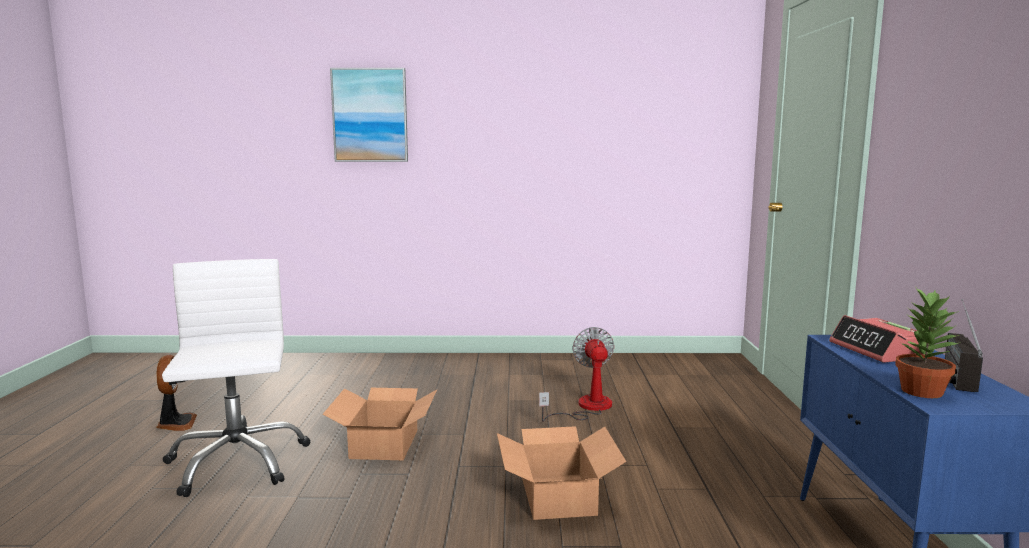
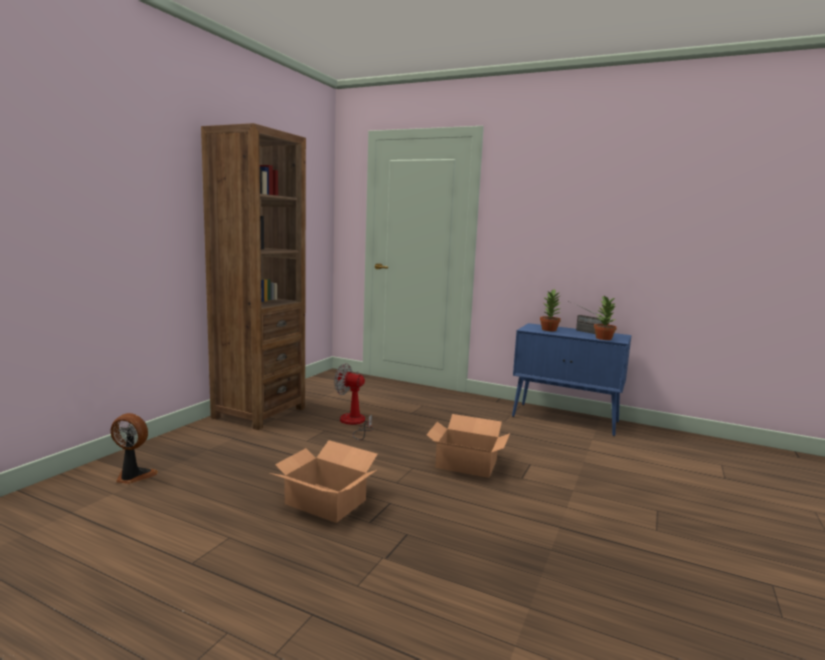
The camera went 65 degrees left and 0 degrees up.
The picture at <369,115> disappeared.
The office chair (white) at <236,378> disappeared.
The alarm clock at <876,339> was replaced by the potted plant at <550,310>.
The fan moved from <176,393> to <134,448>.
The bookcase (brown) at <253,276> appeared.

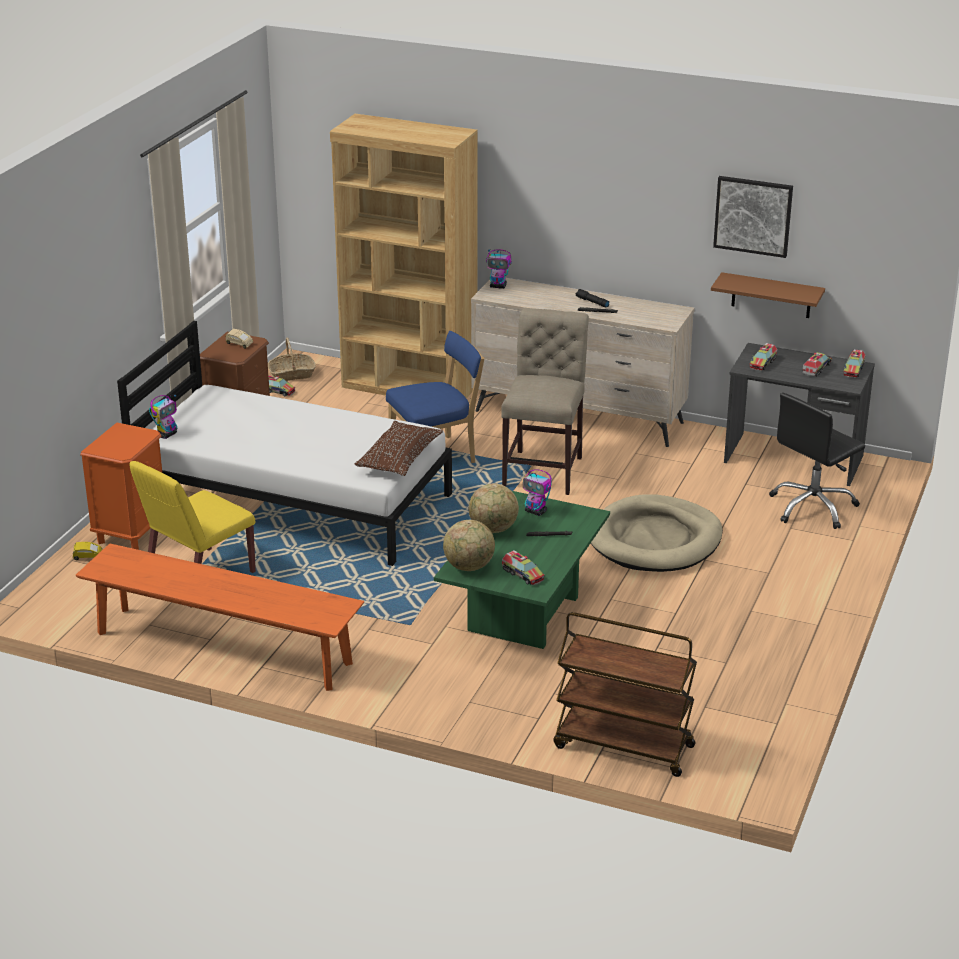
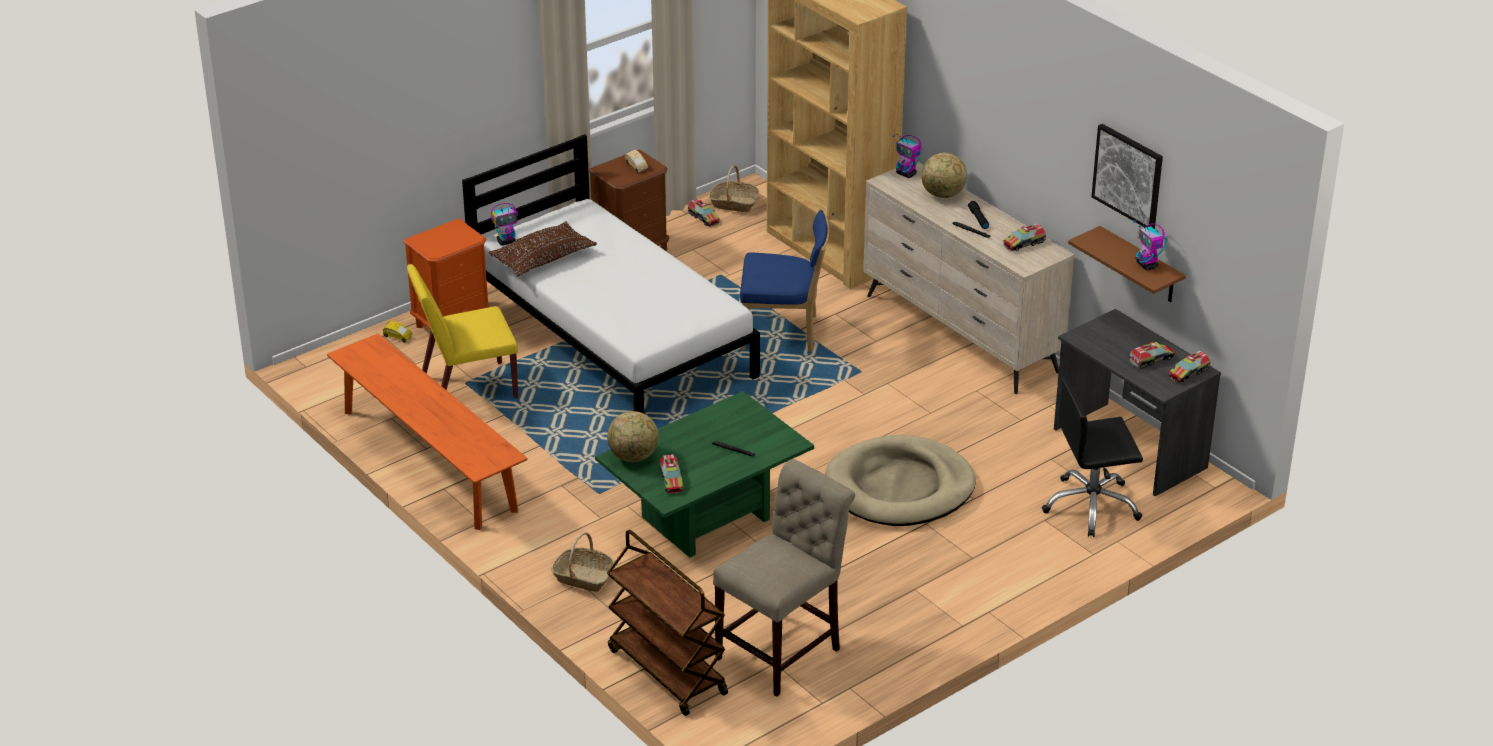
The camera went 30 degrees right and 5 degrees up.
The chair (beige) moved from <545,401> to <784,578>.
The toy truck moved from <763,357> to <1024,237>.
The pillow (brown) moved from <398,448> to <543,248>.
The toy robot moved from <536,492> to <1150,245>.
The globe moved from <494,508> to <944,175>.
The basket at <583,562> appeared.

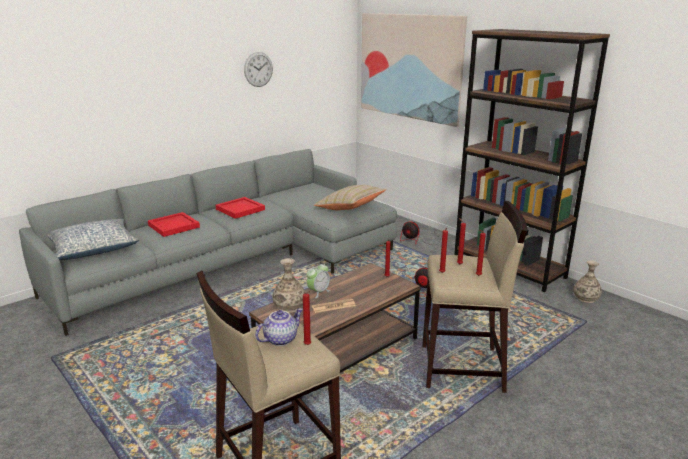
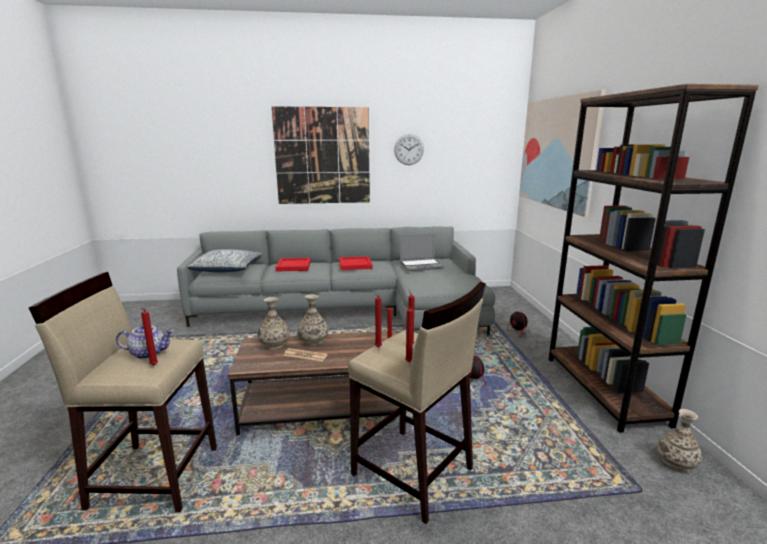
The camera went 35 degrees right and 5 degrees down.
The pillow (beige) at <349,197> disappeared.
The alarm clock at <319,280> was replaced by the vase at <313,319>.
The picture at <321,155> appeared.
The laptop at <422,252> appeared.

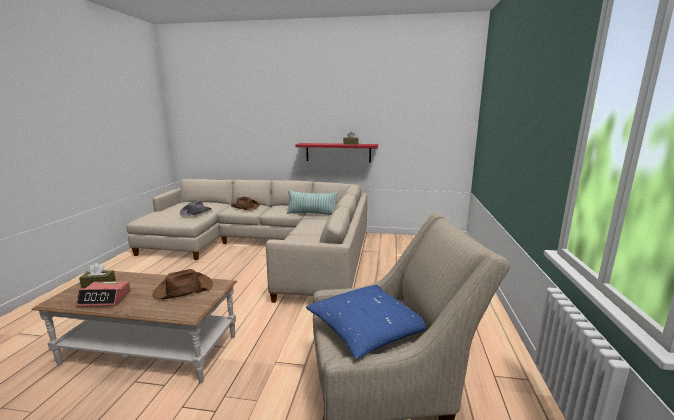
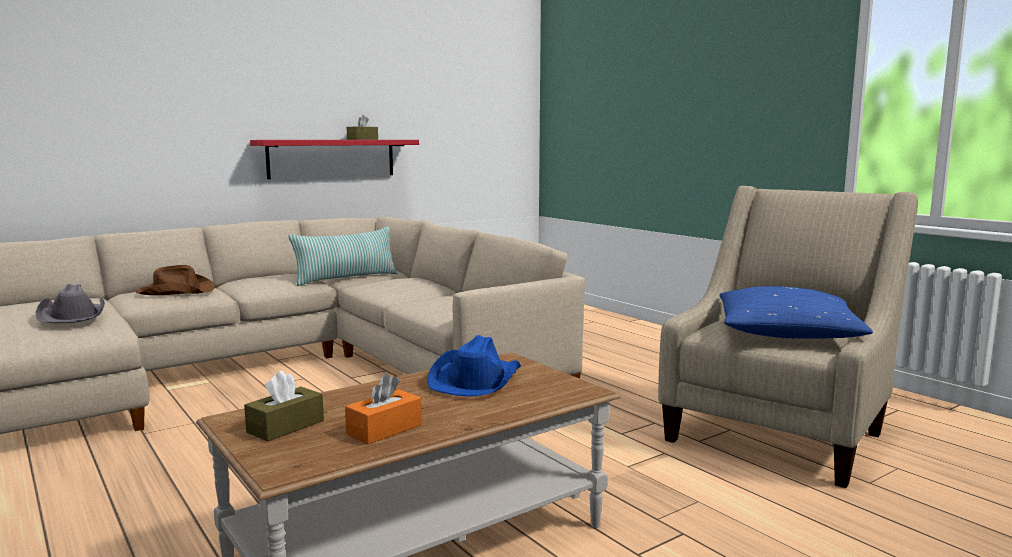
The camera went 45 degrees left and 5 degrees down.
The hat (brown) at <183,284> became the hat (blue) at <474,366>.
The alarm clock at <103,294> was replaced by the tissue box (orange) at <383,409>.

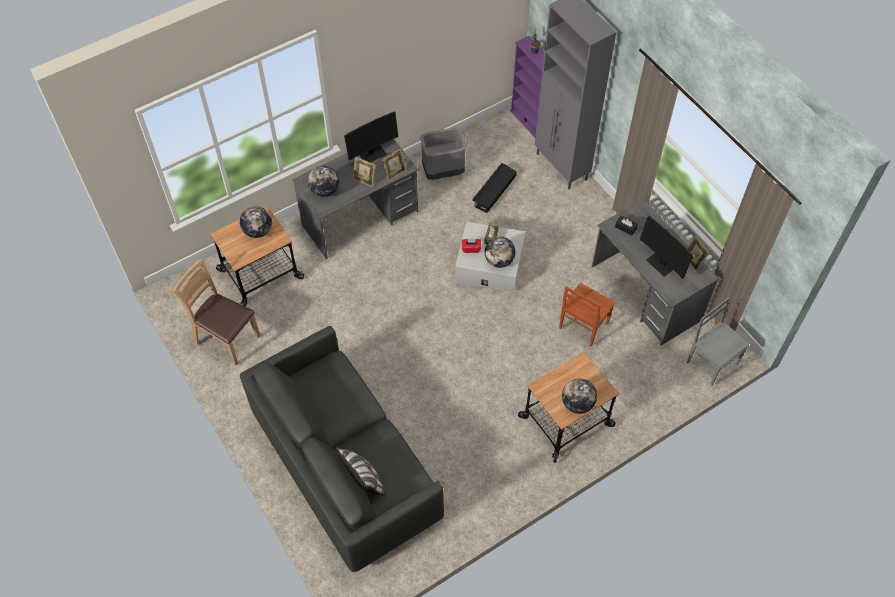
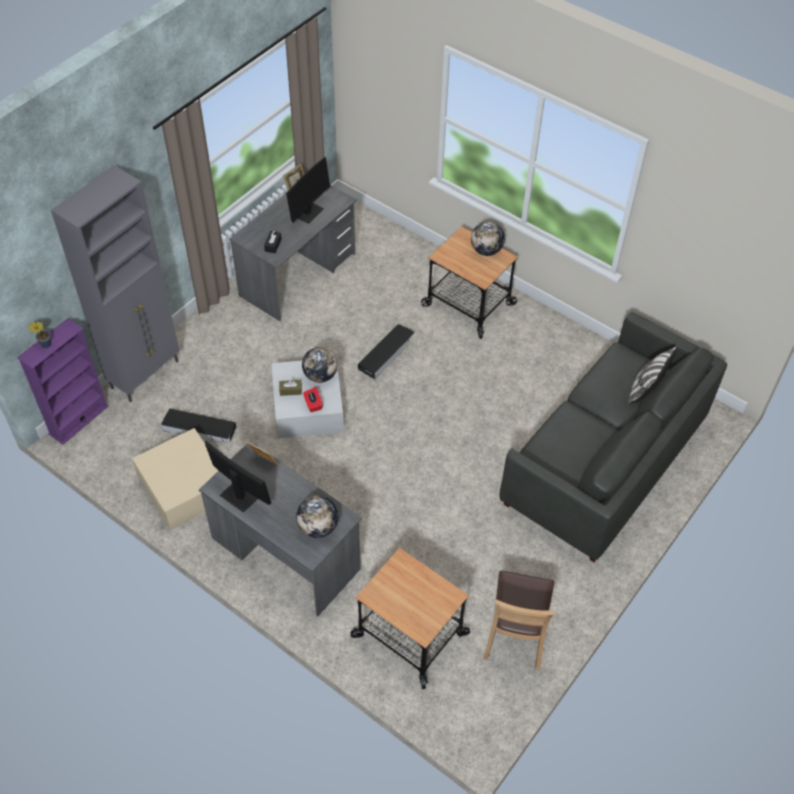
The camera went 110 degrees left and 5 degrees down.
The trash can (grey) at <443,154> was replaced by the storage box (beige) at <175,479>.
The picture frame at <364,172> disappeared.
The globe at <256,222> disappeared.
The chair (brown) at <587,315> disappeared.
The chair (grey) at <718,341> disappeared.
The storage box (black) at <386,351> appeared.

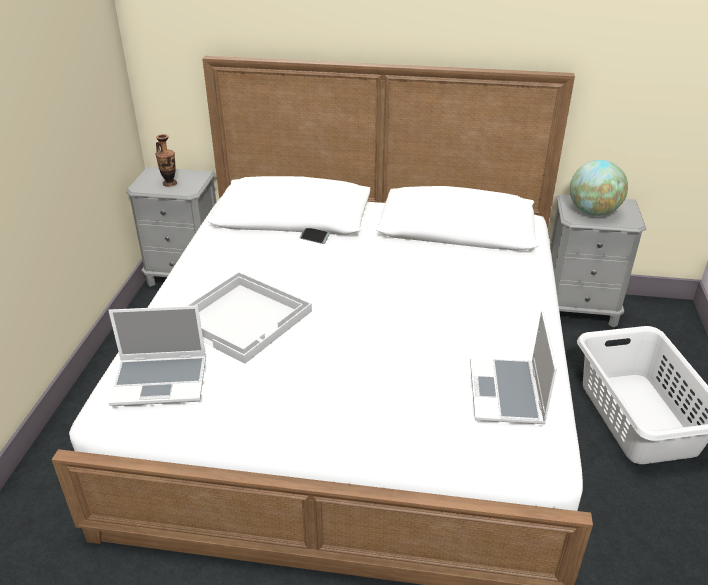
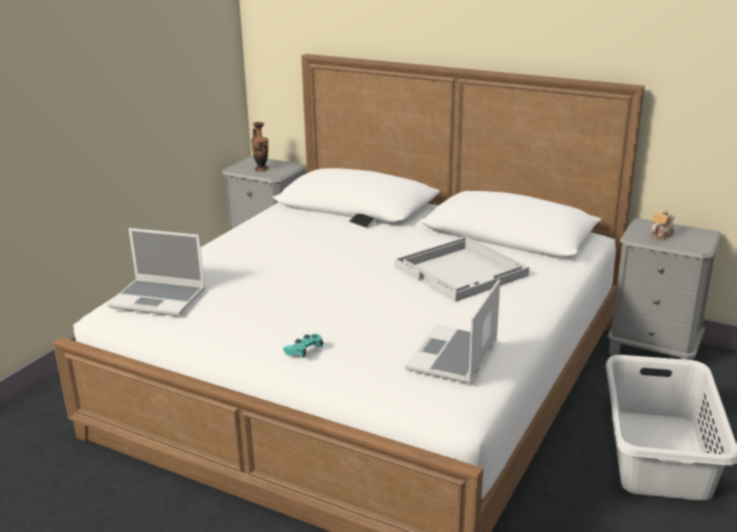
The camera went 20 degrees right and 10 degrees down.
The globe at <599,188> was replaced by the teapot at <662,225>.
The tray (white) moved from <249,318> to <462,269>.
The game controller (turquoise) at <303,346> appeared.

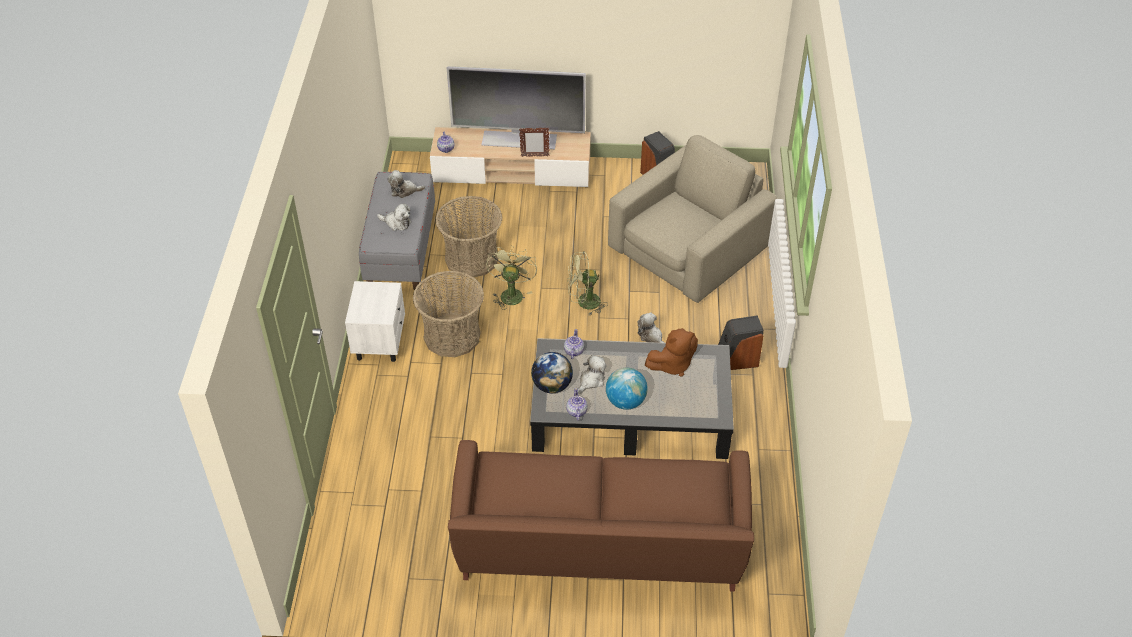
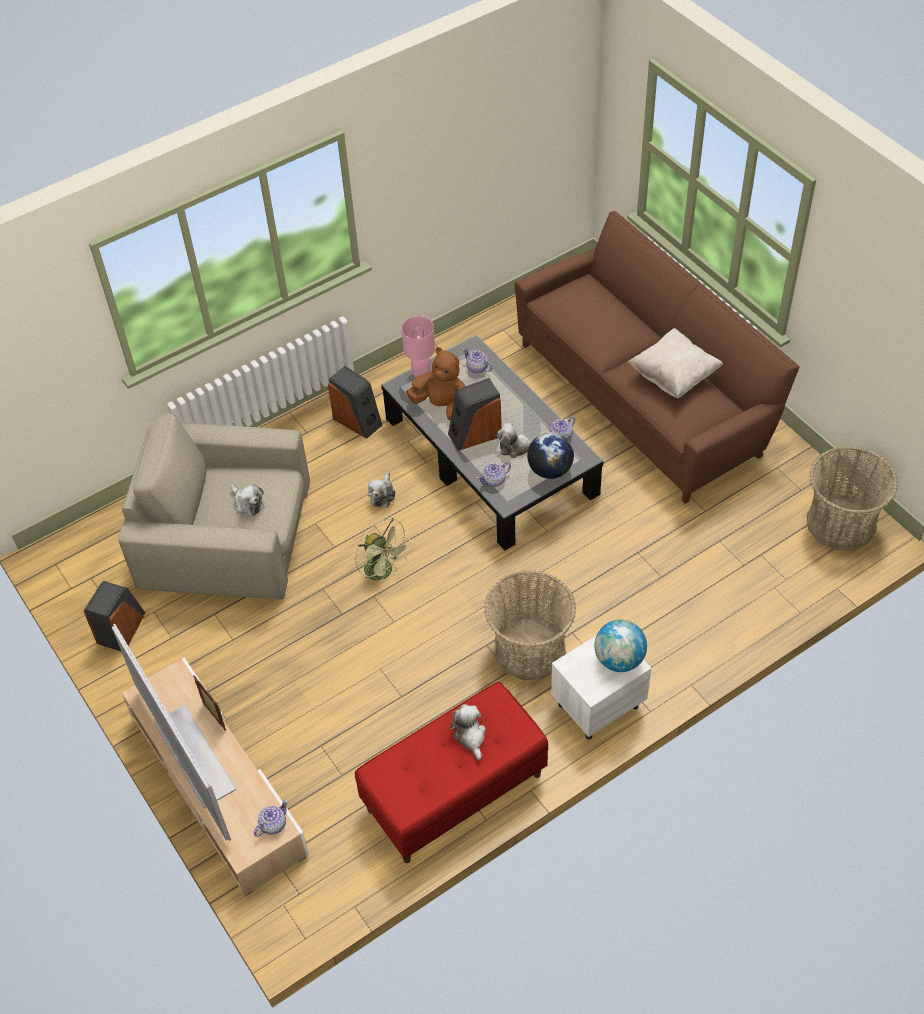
The camera went 125 degrees left and 5 degrees up.
The plush toy moved from <406,184> to <248,499>.
The bench (grey) at <397,231> became the bench (red) at <451,772>.
The basket moved from <468,236> to <852,498>.
The fan (green) at <511,278> disappeared.
The globe moved from <627,389> to <621,646>.
The table lamp (pink) at <418,347> appeared.
The pillow (beige) at <675,363> appeared.
The teapot at <477,360> appeared.
The speaker at <475,414> appeared.

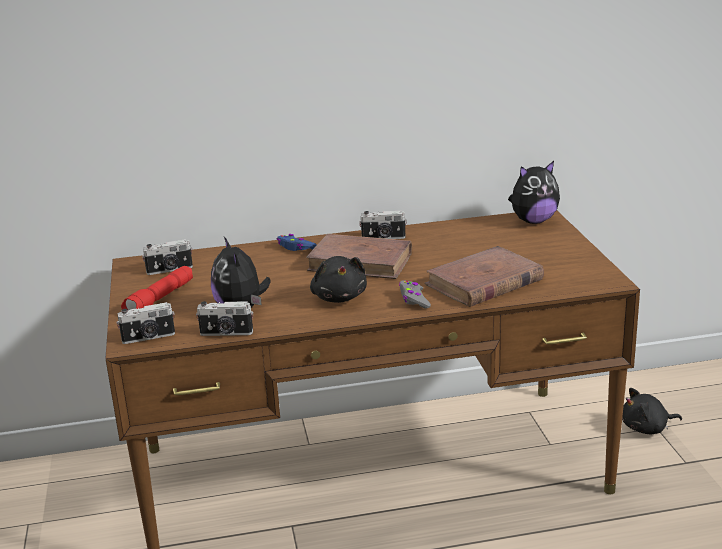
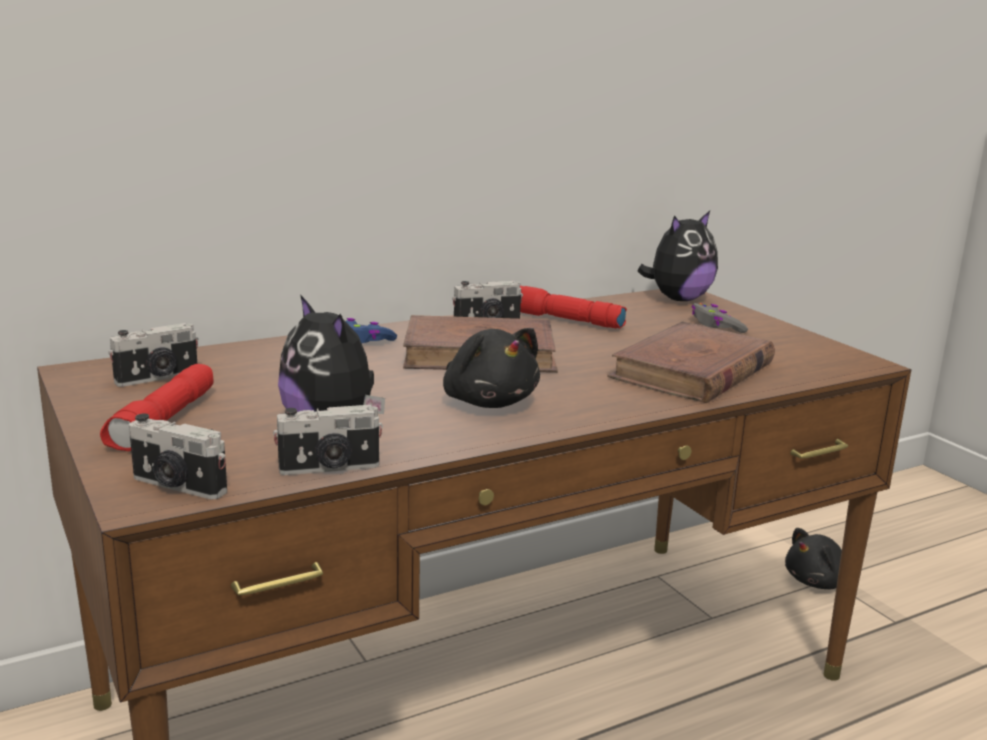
The camera went 20 degrees left and 5 degrees down.
The game controller (grey) moved from <415,294> to <720,318>.
The photo camera at <145,323> turned 60 degrees clockwise.
The flashlight (red) at <573,307> appeared.

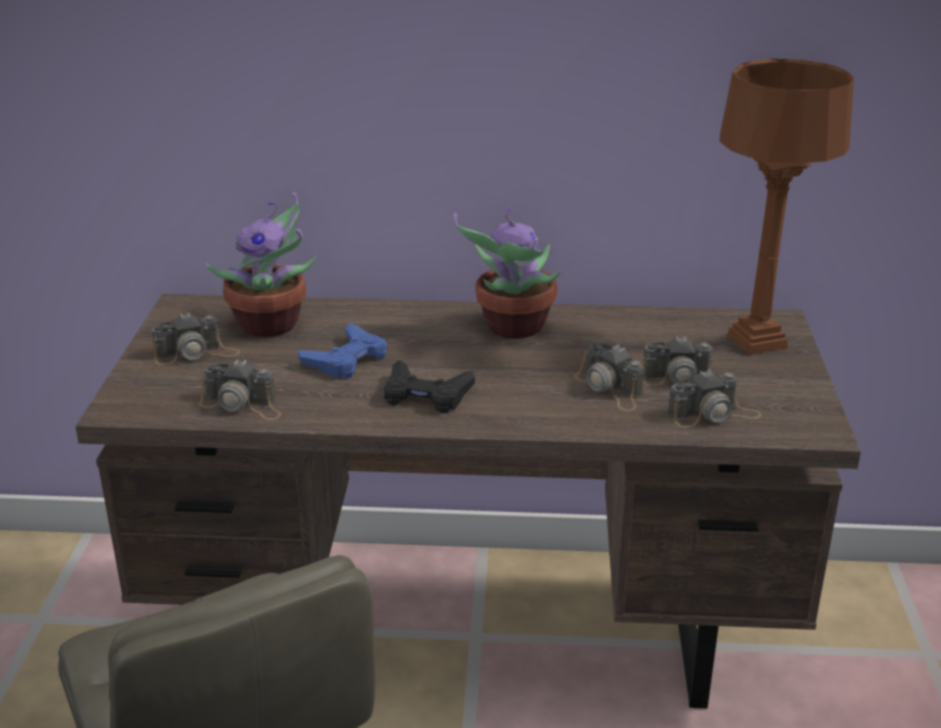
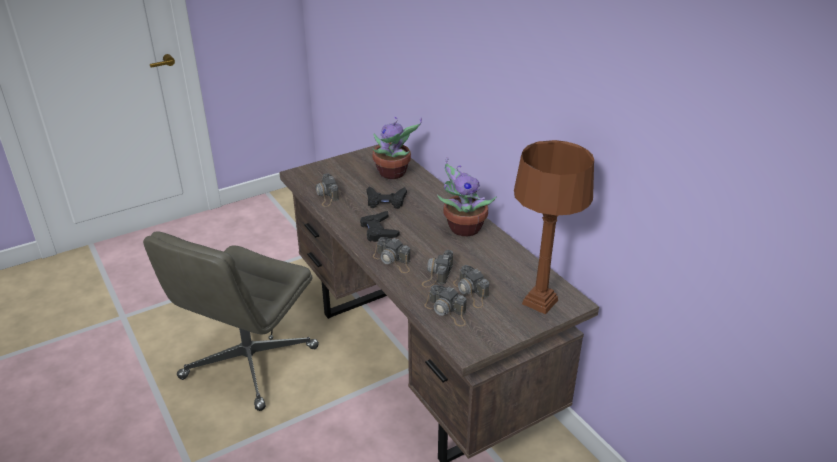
The camera went 55 degrees right and 5 degrees up.
The photo camera moved from <195,338> to <392,255>.
The game controller (blue) at <342,351> became the game controller (black) at <386,198>.

